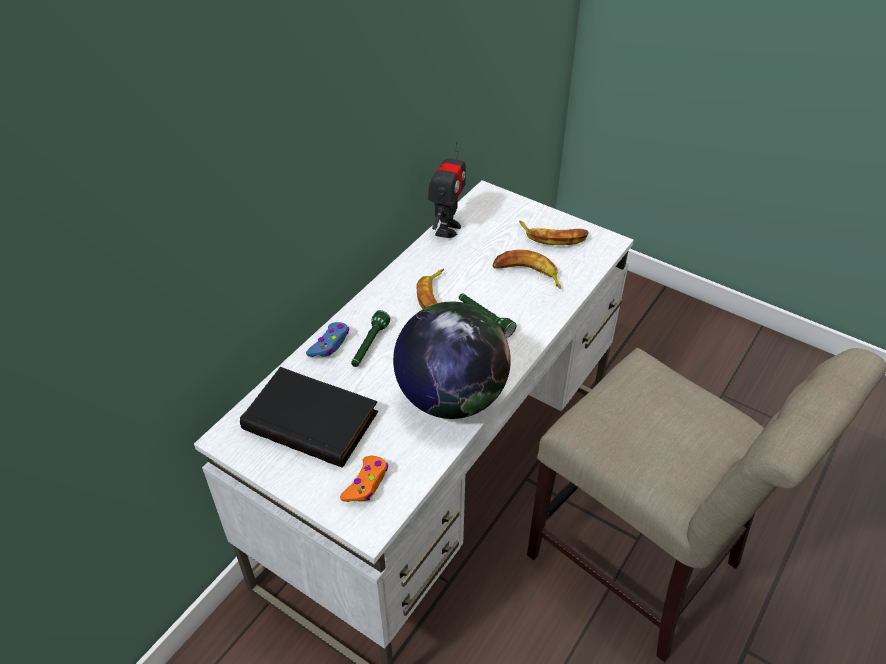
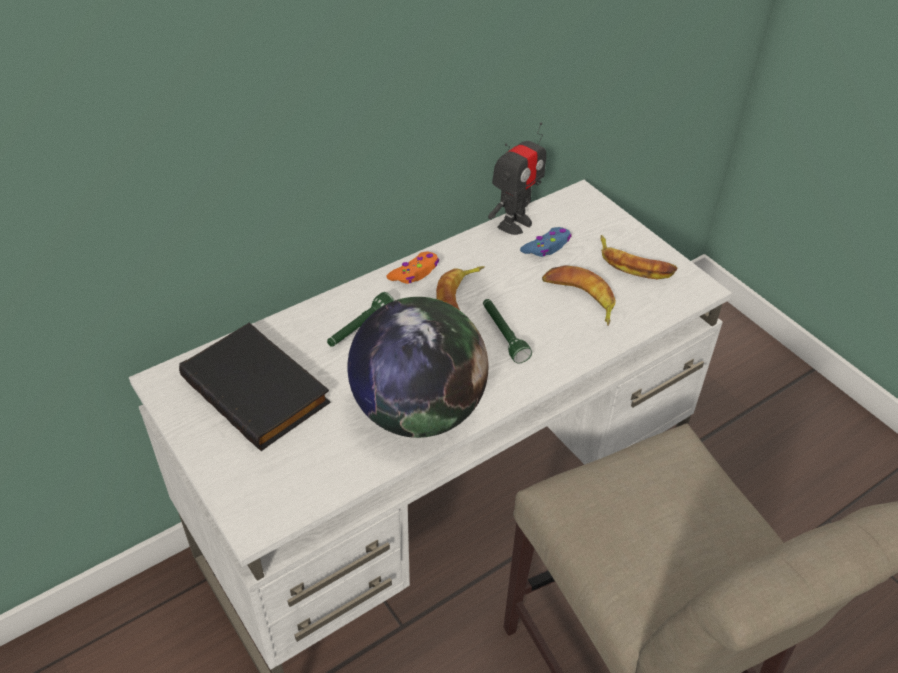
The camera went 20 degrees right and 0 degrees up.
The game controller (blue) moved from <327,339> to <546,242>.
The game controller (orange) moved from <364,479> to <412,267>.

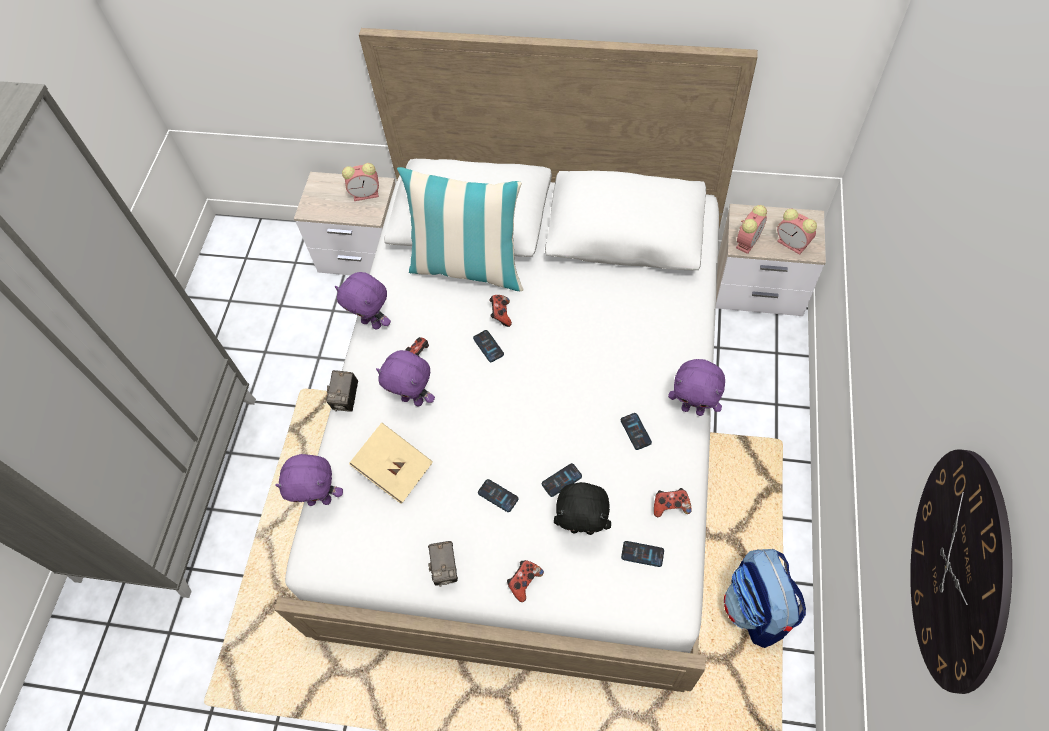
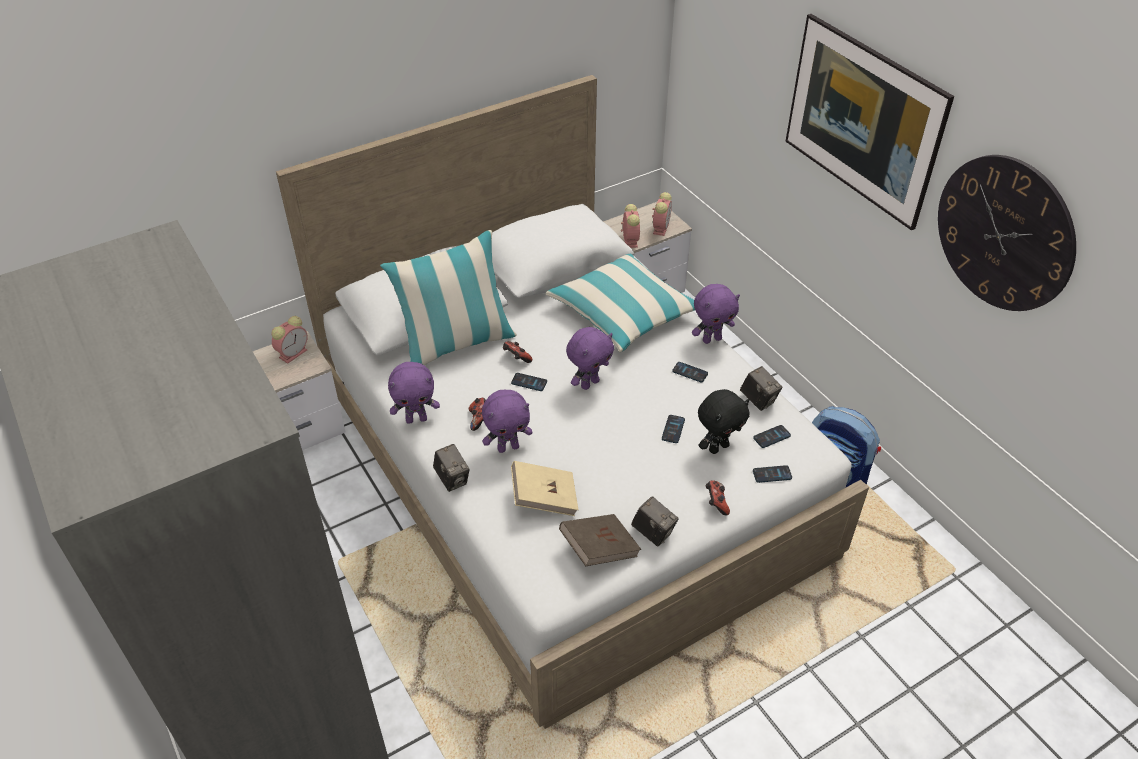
The camera went 45 degrees left and 15 degrees down.
The alarm clock at <797,232> turned 75 degrees counterclockwise.
The plush toy (purple) moved from <309,480> to <590,358>.
The phone moved from <498,495> to <772,474>.
The game controller at <673,502> was replaced by the photo camera at <761,388>.
The picture at <869,122> appeared.
The pillow at <620,303> appeared.
The book (brown) at <600,540> appeared.

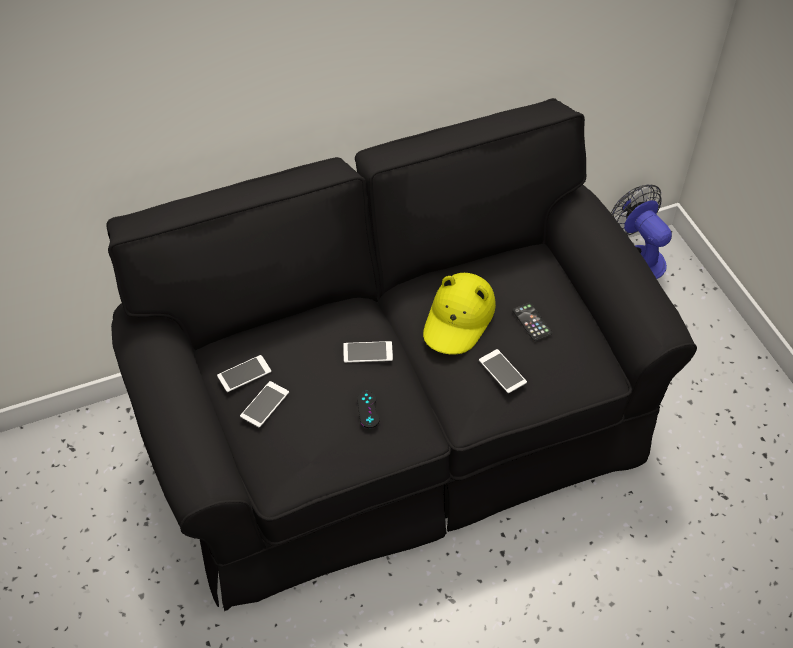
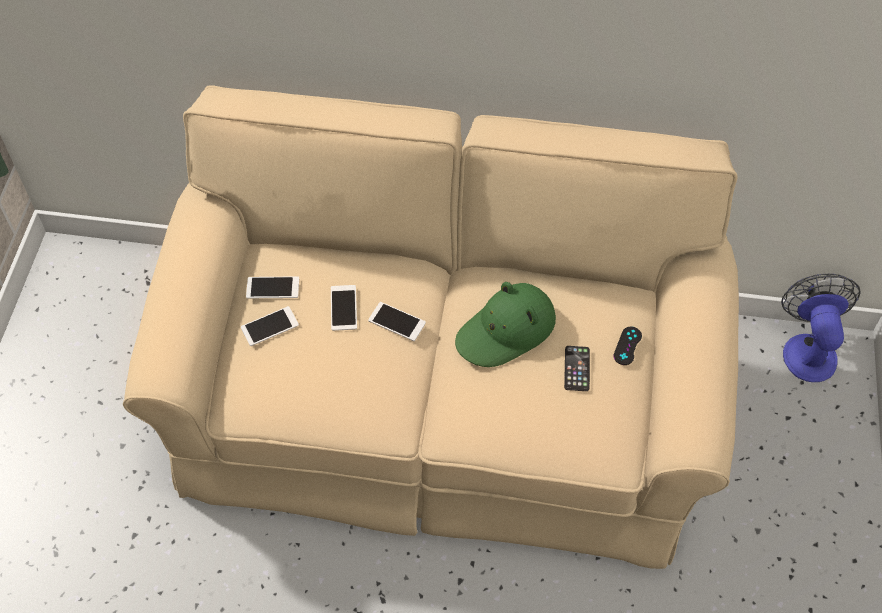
The camera went 30 degrees right and 5 degrees up.
The sofa (black) at <401,354> became the sofa (beige) at <431,327>.
The hat (yellow) at <459,314> became the hat (green) at <505,324>.
The phone moved from <503,371> to <344,308>.
The game controller (black) moved from <368,409> to <627,346>.

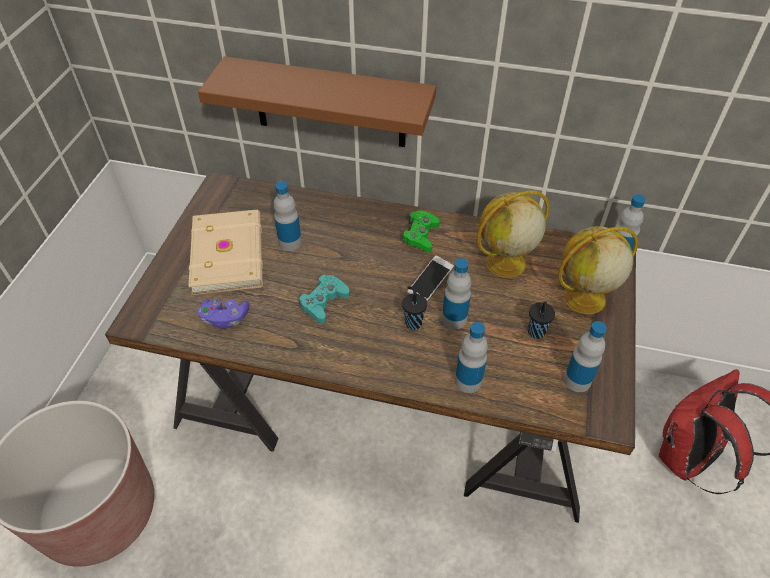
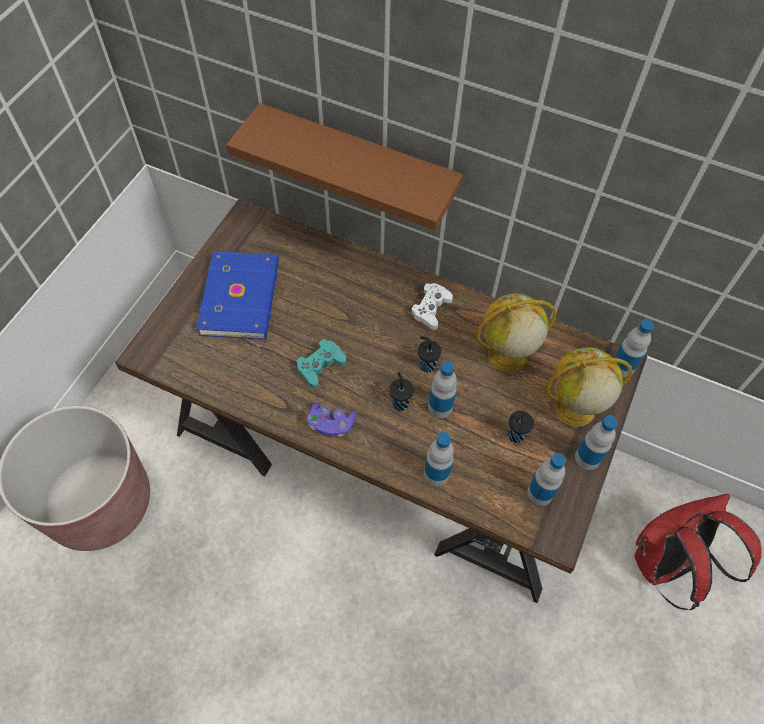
The camera went 10 degrees right and 10 degrees up.
The bottle moved from <288,216> to <596,443>.
The book (beige) at <225,252> became the book (blue) at <237,295>.
The game controller (green) at <421,231> became the game controller (white) at <431,306>.
The phone at <430,278> was replaced by the cup (black) at <429,354>.
The game controller (purple) moved from <223,313> to <332,419>.

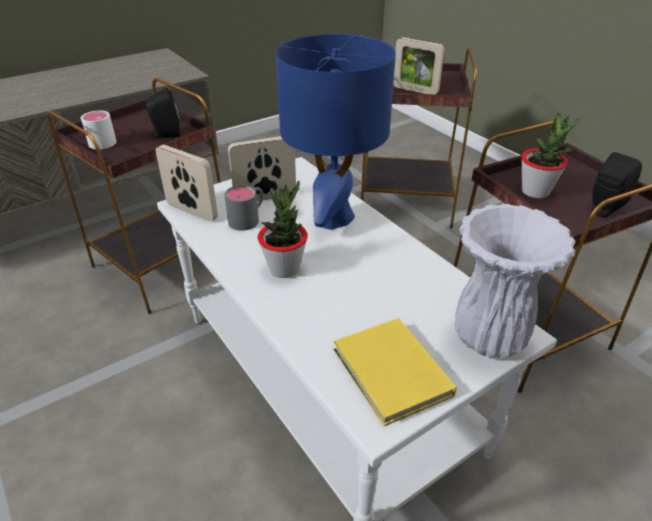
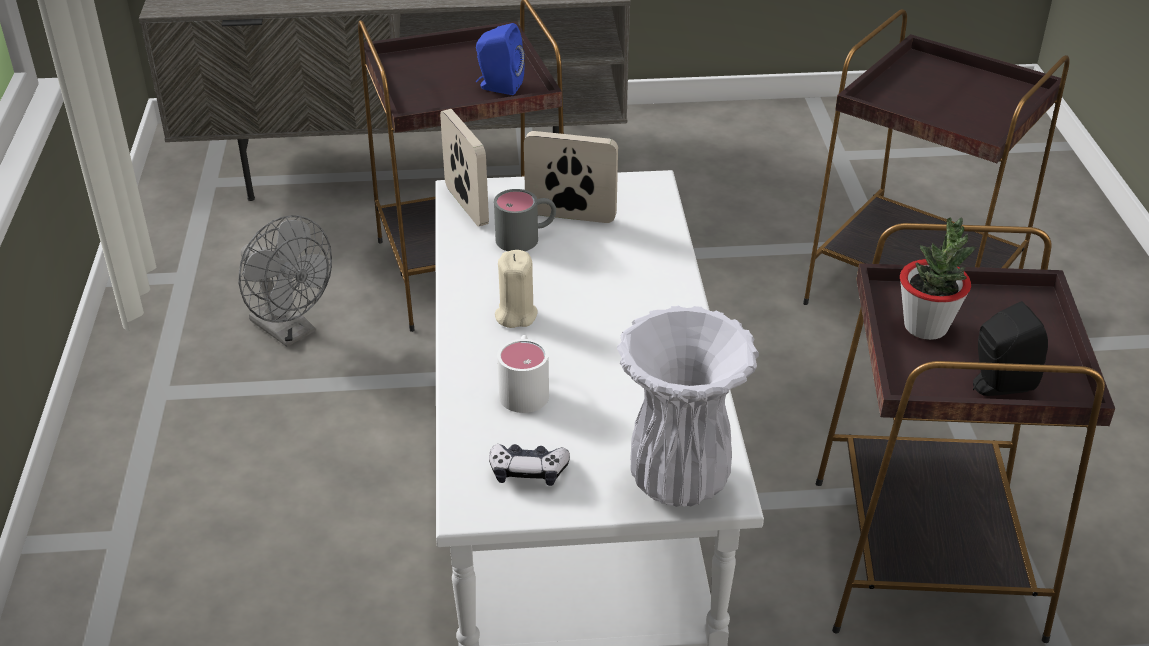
The camera went 30 degrees right and 0 degrees up.
The table lamp (blue) at <336,131> disappeared.
The picture frame at <419,66> disappeared.
The speaker (black) at <163,113> became the speaker (blue) at <500,59>.
The mug (white) moved from <99,130> to <523,374>.
The potted plant at <283,229> was replaced by the candle (beige) at <516,289>.
The book (yellow) at <395,372> was replaced by the game controller at <529,465>.
The fan (grey) at <285,281> appeared.

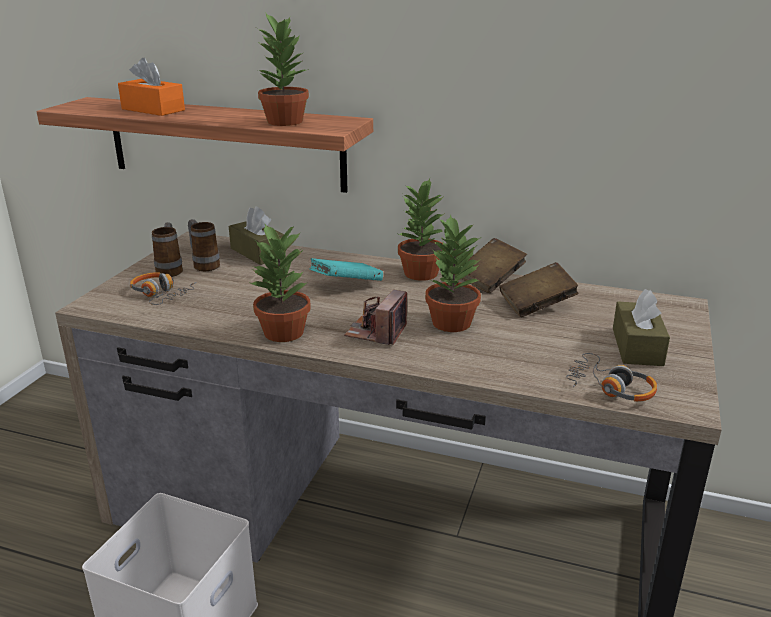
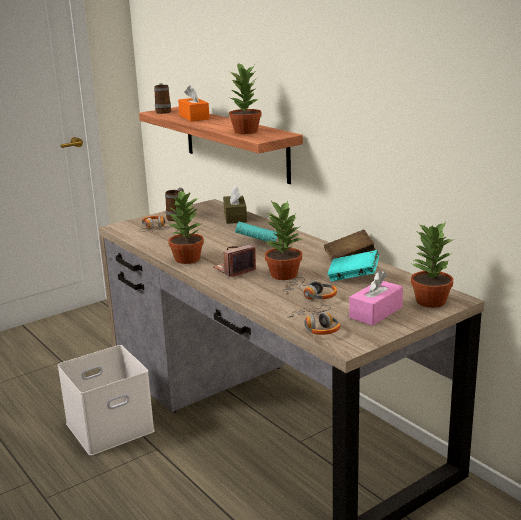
The camera went 35 degrees right and 5 degrees down.
The potted plant moved from <421,230> to <432,265>.
The mug moved from <204,245> to <162,98>.
The book (brown) at <538,289> became the book (turquoise) at <353,265>.
The tissue box (brown) at <641,327> became the tissue box (pink) at <376,298>.
The headphones at <309,288> appeared.

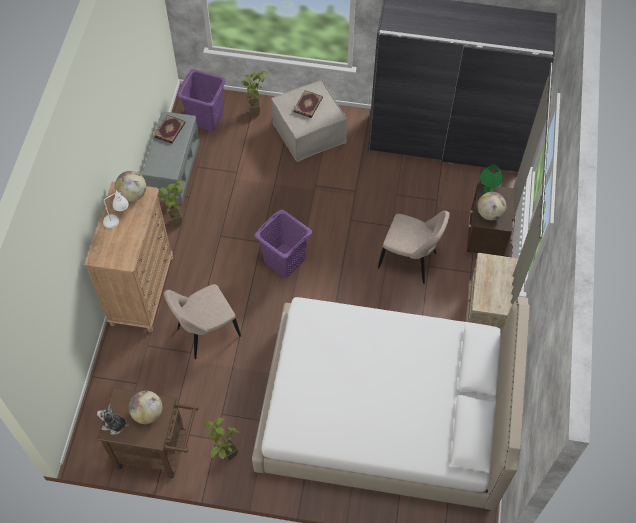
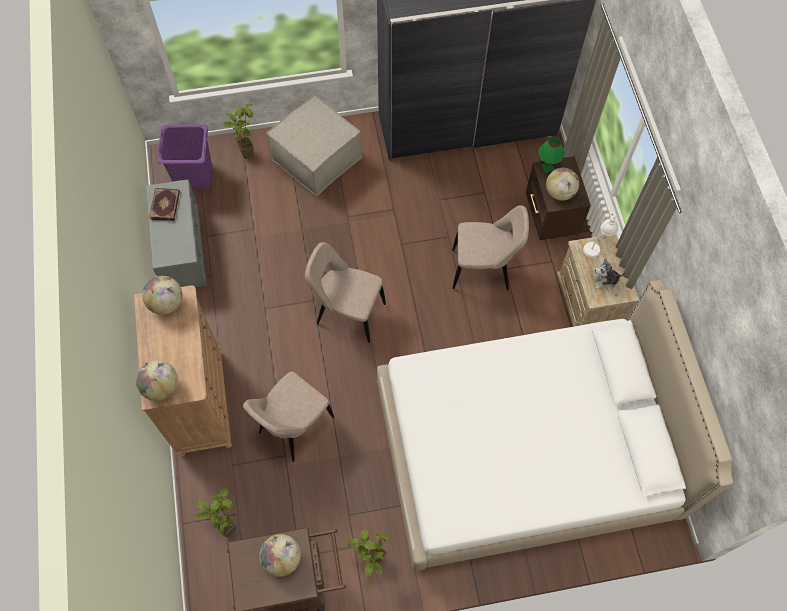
The camera went 20 degrees left and 5 degrees up.
The book at <308,104> disappeared.
The potted plant moved from <171,203> to <215,512>.
The table lamp (white) moved from <116,209> to <600,235>.
The laundry basket (purple) at <283,244> was replaced by the chair (beige) at <345,292>.
The plush toy moved from <113,419> to <609,274>.
The globe at <157,380> appeared.

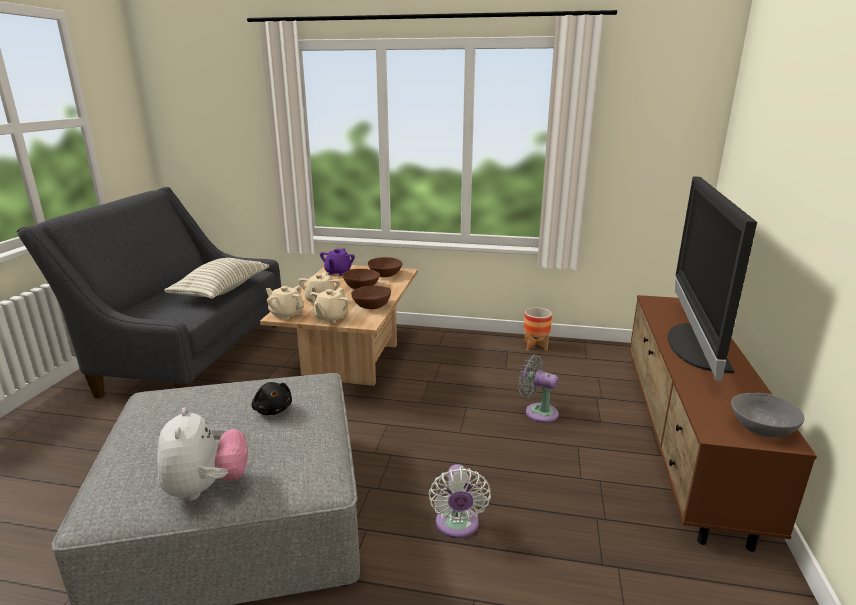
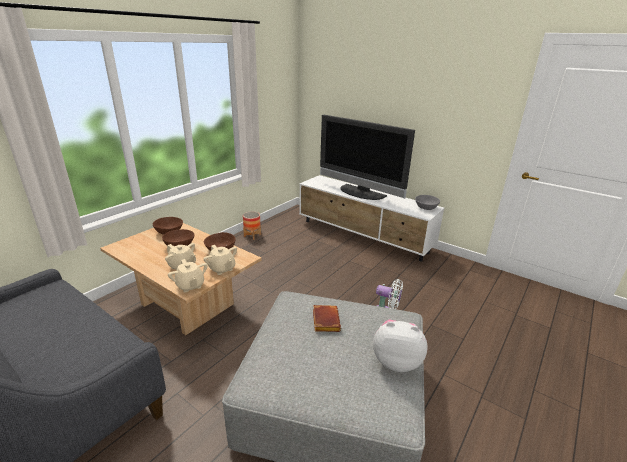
The camera went 65 degrees left and 5 degrees up.
The teapot (purple) at <337,262> disappeared.
The pillow at <216,278> disappeared.
The teapot (beige) at <285,303> turned 90 degrees counterclockwise.
The tv stand (brown) at <723,423> became the tv stand (white) at <371,218>.
The fan (grey) at <538,389> disappeared.
The plush toy (black) at <271,398> was replaced by the book (brown) at <327,318>.

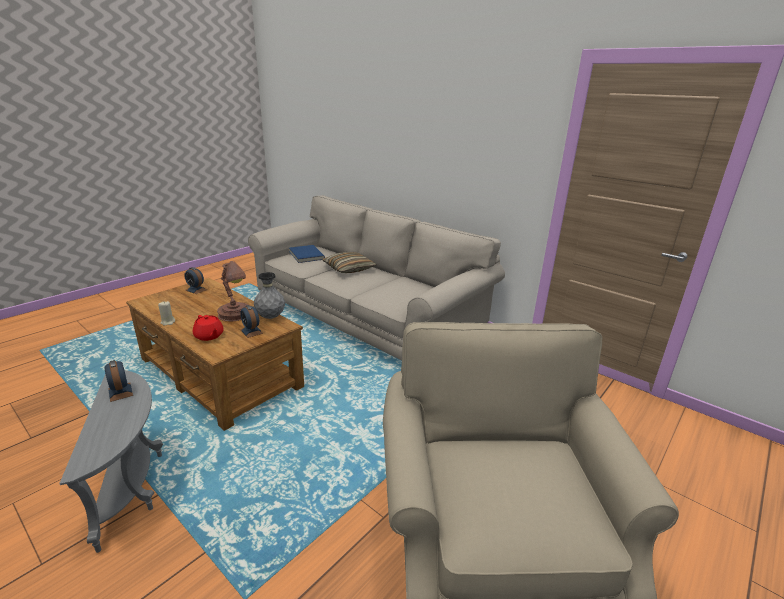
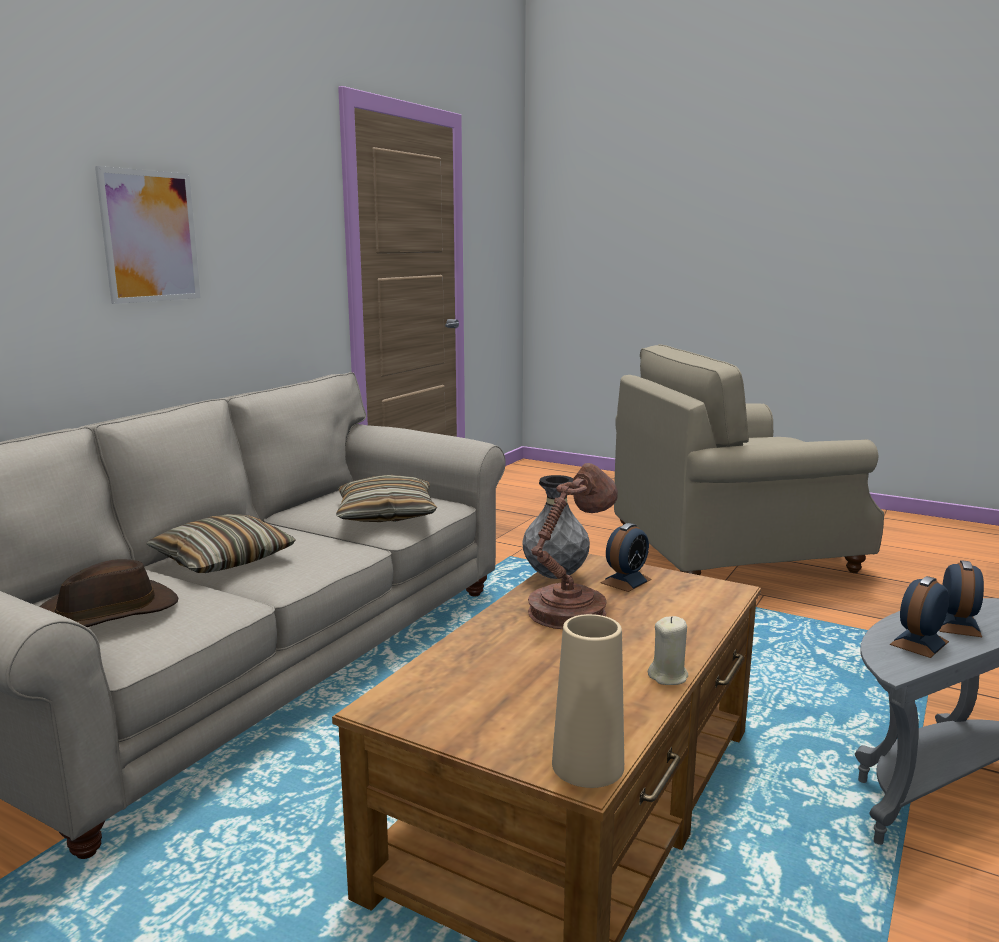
The camera went 100 degrees left and 10 degrees down.
The book (blue) at <307,254> was replaced by the hat (brown) at <108,593>.
The alarm clock moved from <195,280> to <961,598>.
The teapot (red) at <208,328> disappeared.
The picture at <148,235> appeared.
The pillow at <386,498> appeared.
The vase (beige) at <588,701> appeared.

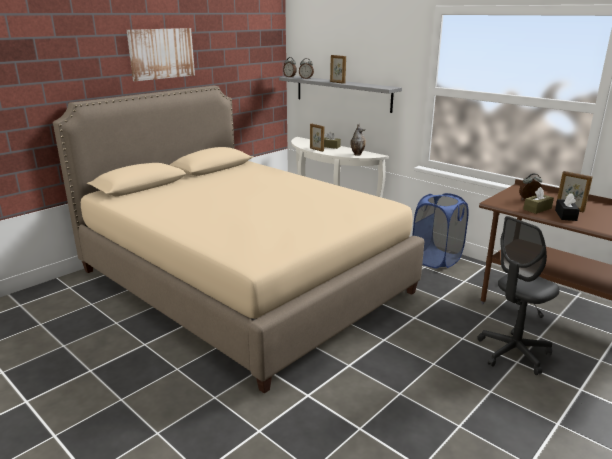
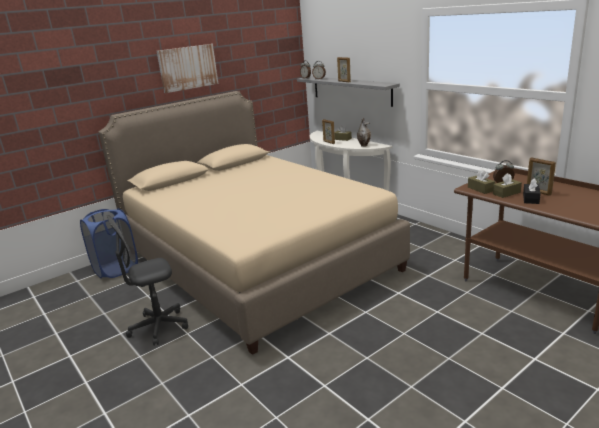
The camera went 10 degrees right and 0 degrees up.
The laundry basket (blue) moved from <440,230> to <109,243>.
The office chair (grey) moved from <518,295> to <147,280>.
The tissue box (brown) at <481,182> appeared.

